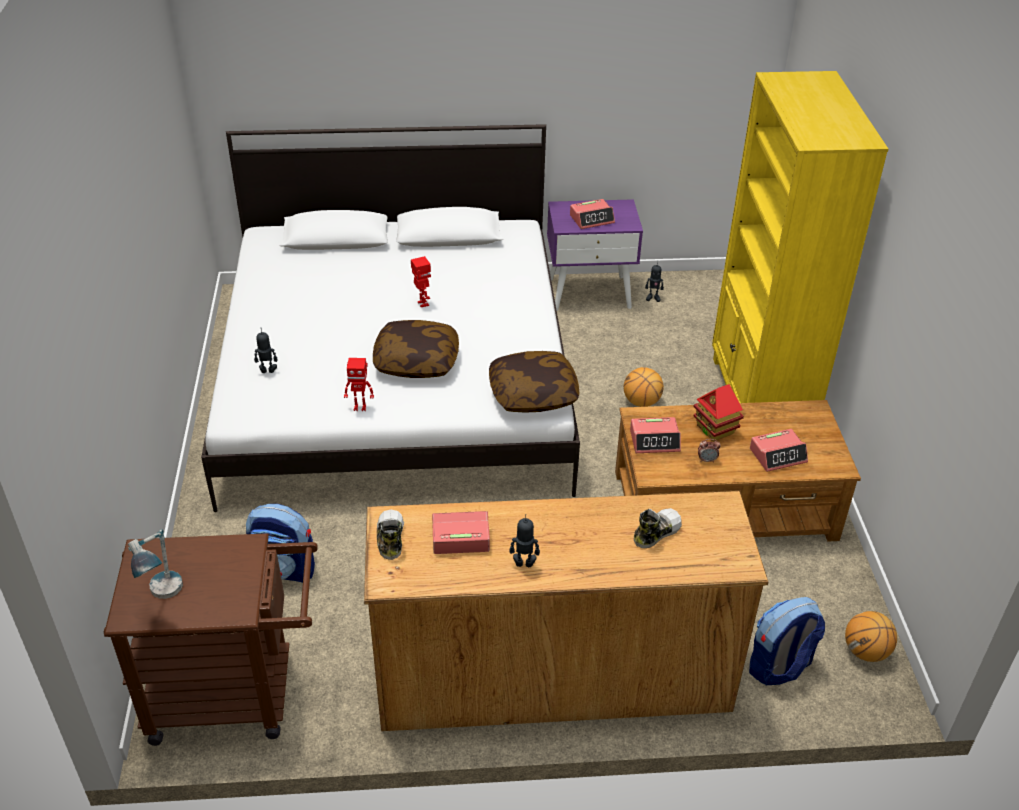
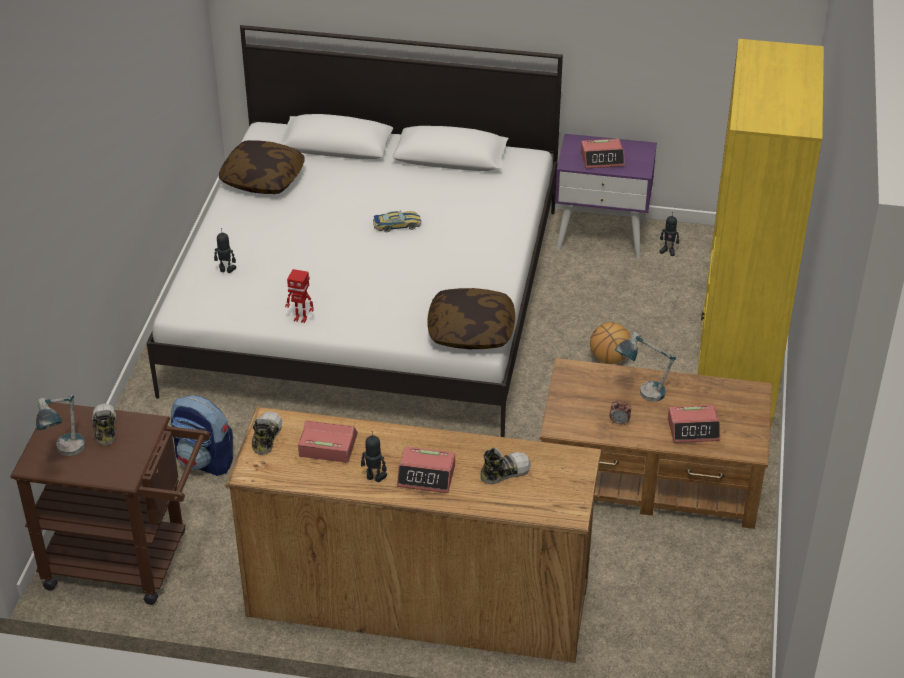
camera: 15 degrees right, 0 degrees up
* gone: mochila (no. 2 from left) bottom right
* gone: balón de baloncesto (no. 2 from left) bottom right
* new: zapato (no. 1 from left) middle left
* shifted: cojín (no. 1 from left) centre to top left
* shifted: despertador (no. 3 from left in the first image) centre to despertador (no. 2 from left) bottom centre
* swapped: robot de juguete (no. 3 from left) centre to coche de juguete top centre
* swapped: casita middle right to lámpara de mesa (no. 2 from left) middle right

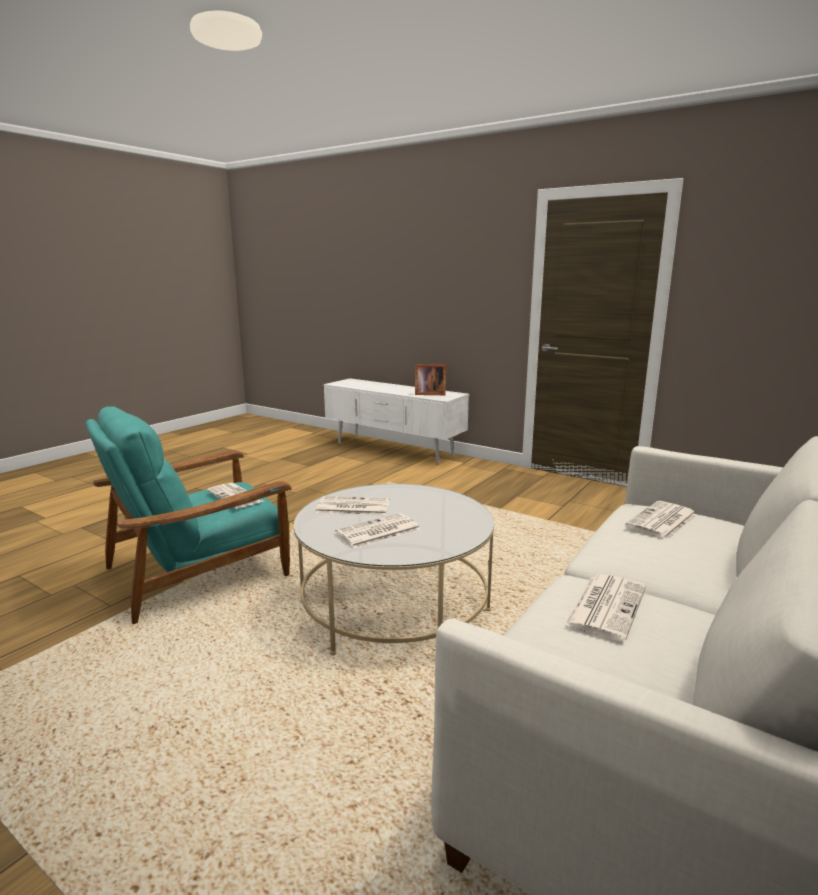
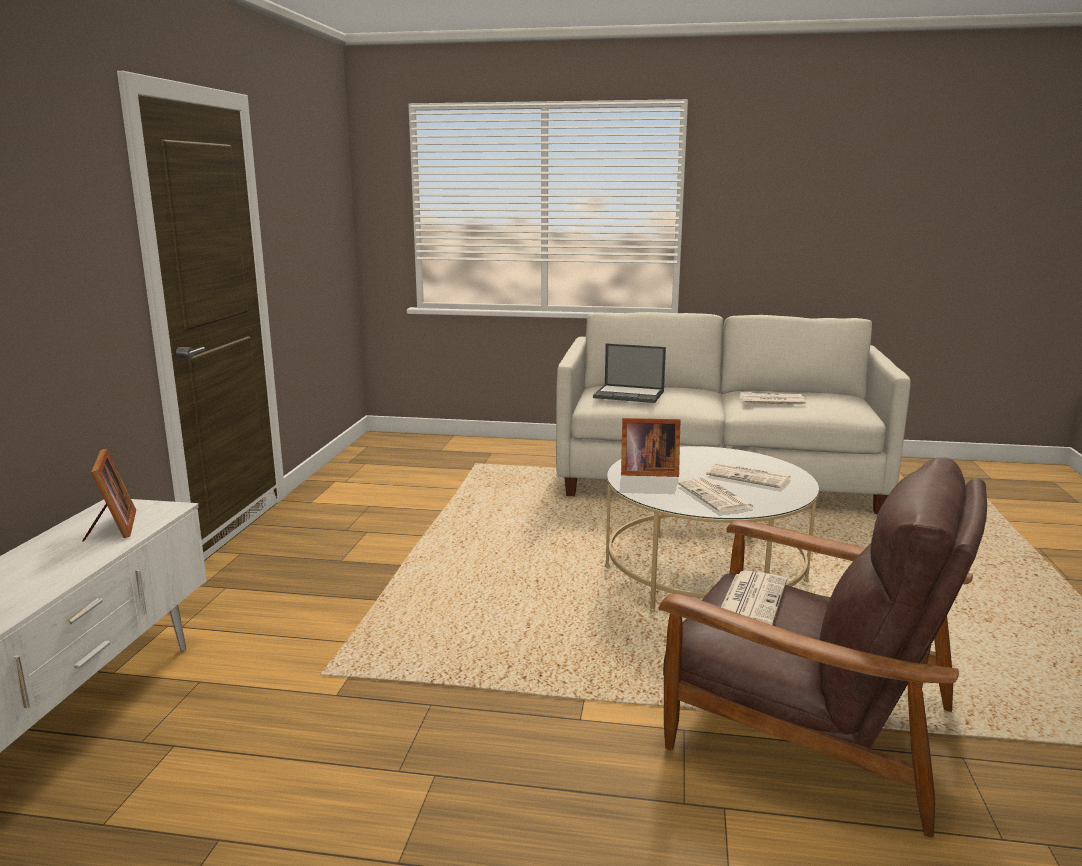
camera: 115 degrees left, 0 degrees up
* new: portarretratos (no. 2 from left) centre
* swapped: periódico (no. 5 from left) middle right to portátil centre
* repainted: sillón [turquesa] middle left to sillón [marrón] bottom right

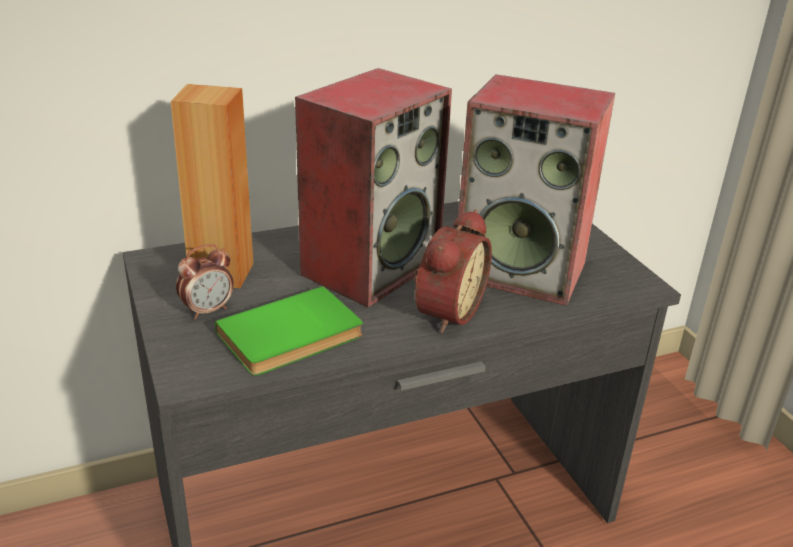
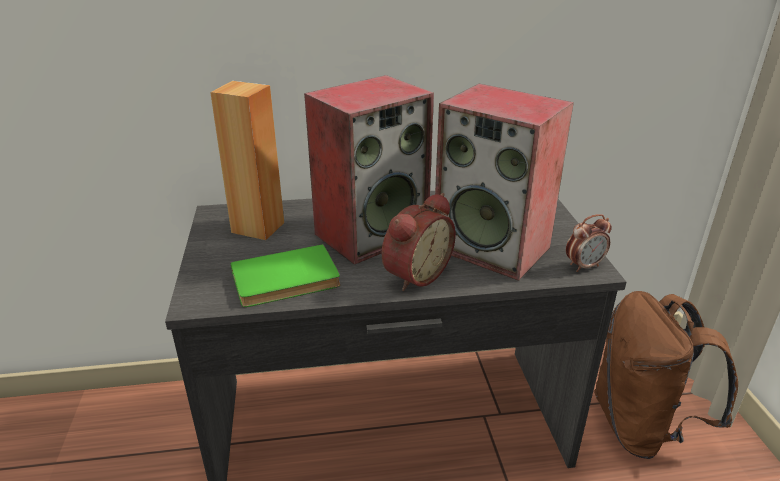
camera: 15 degrees right, 0 degrees up
* new: mochila [marrón] bottom right
* shifted: despertador (no. 1 from left in the first image) middle left to despertador (no. 2 from left) middle right

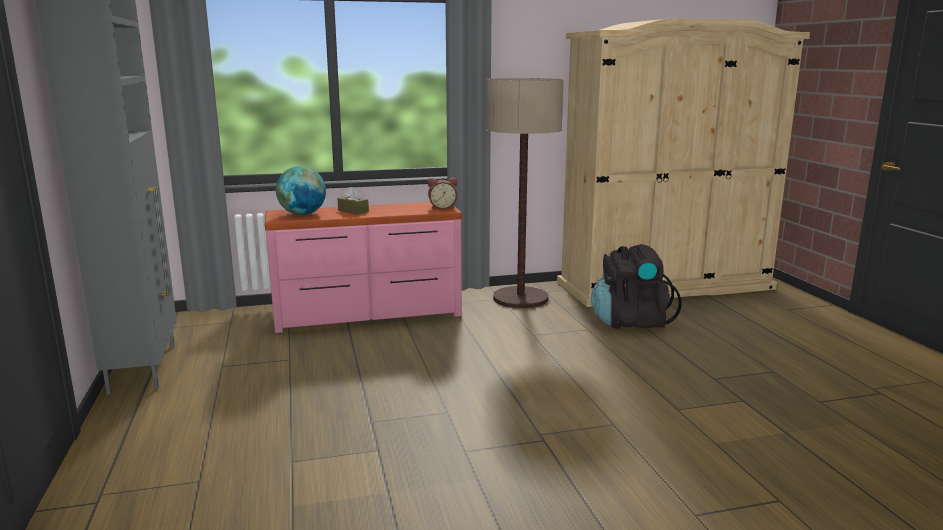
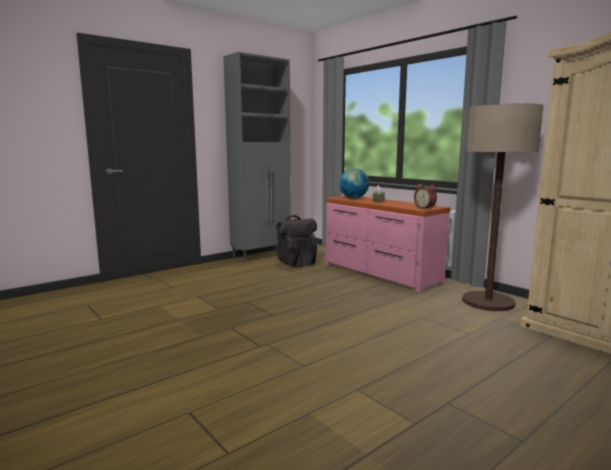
camera: 65 degrees right, 5 degrees down
* shifted: mochila [negro] middle right to centre

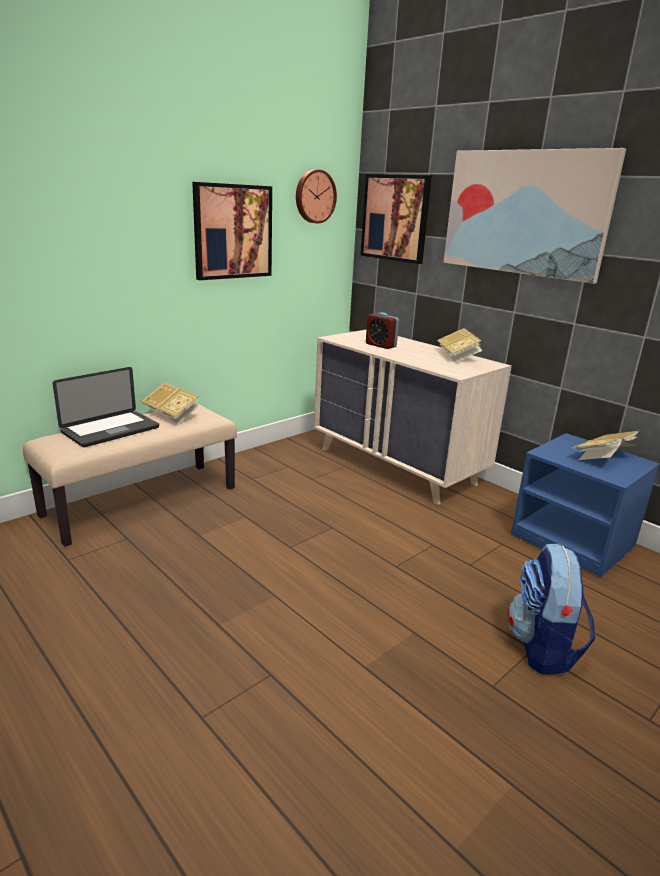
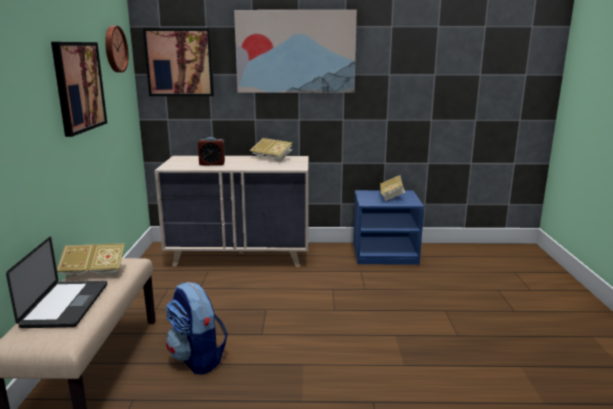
camera: 45 degrees left, 5 degrees down
* shifted: mochila bottom right to bottom left

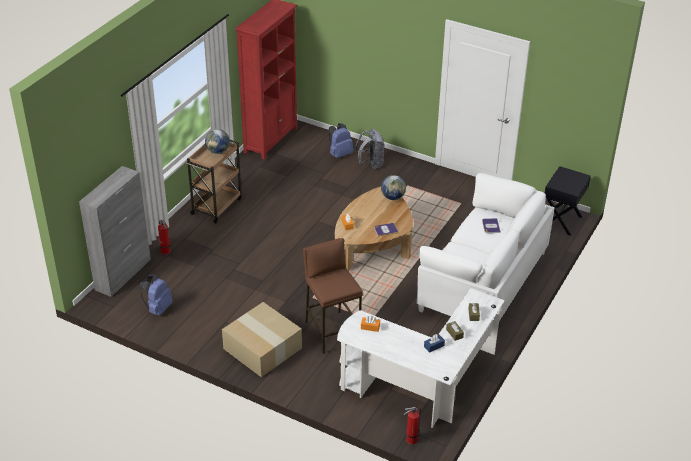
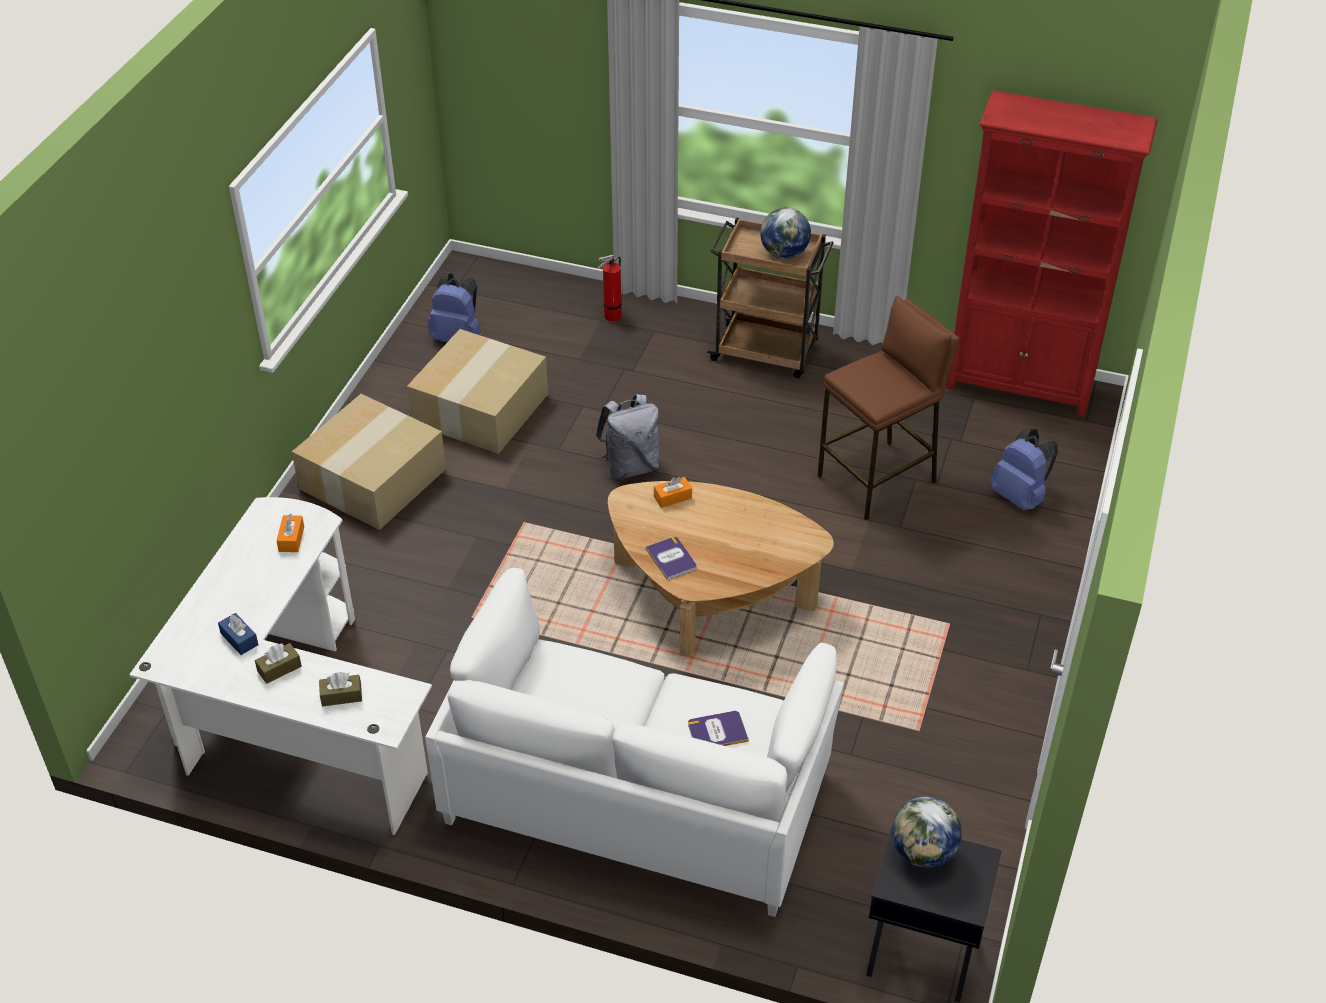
camera: 80 degrees right, 5 degrees up
* gone: armario [gris] middle left
* gone: extintor (no. 2 from left) bottom centre
* new: caja de cartón (no. 2 from left) centre
* shifted: taburete [marrón] centre to middle right
* shifted: mochila [gris] top centre to centre
* shifted: globo terráqueo (no. 2 from left) centre to bottom right

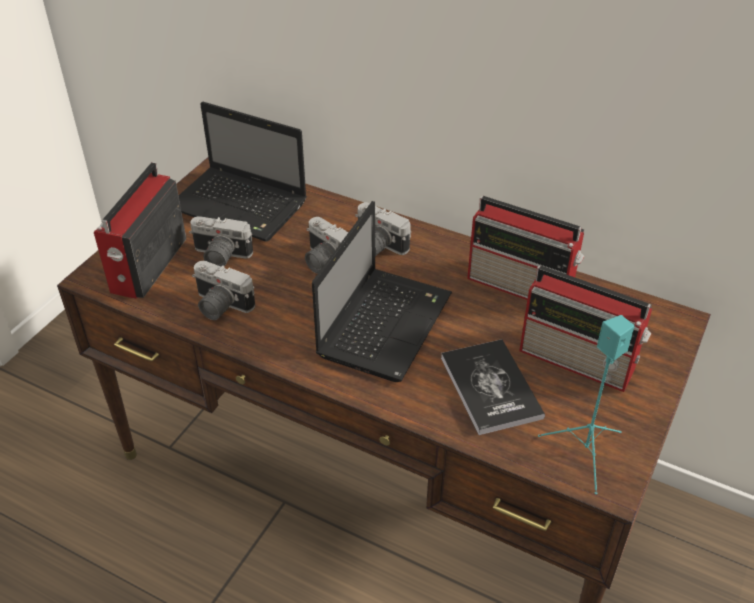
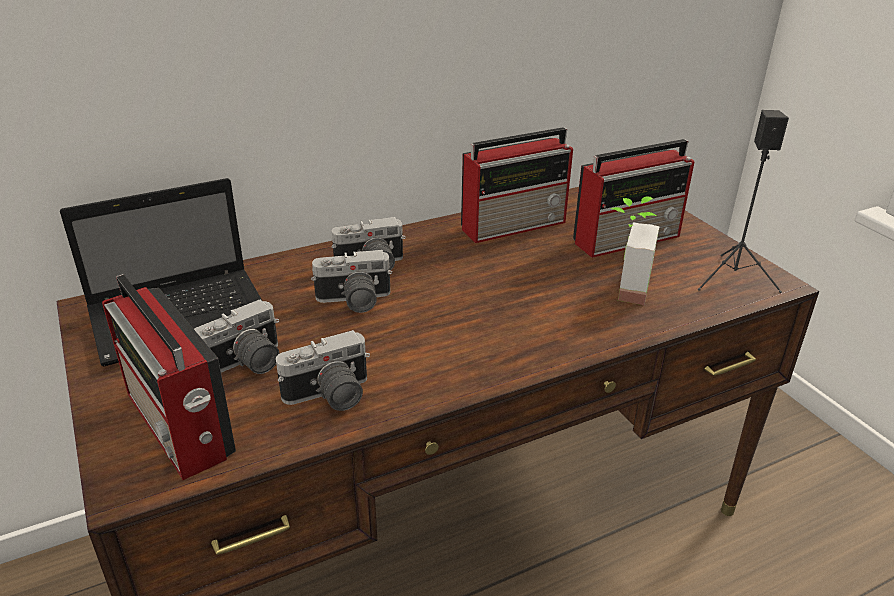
camera: 55 degrees left, 10 degrees down
* gone: portátil (no. 2 from left) centre
* swapped: libro centre to planta en maceta middle right
* repainted: altavoz [turquesa] bottom right to altavoz [negro] middle right

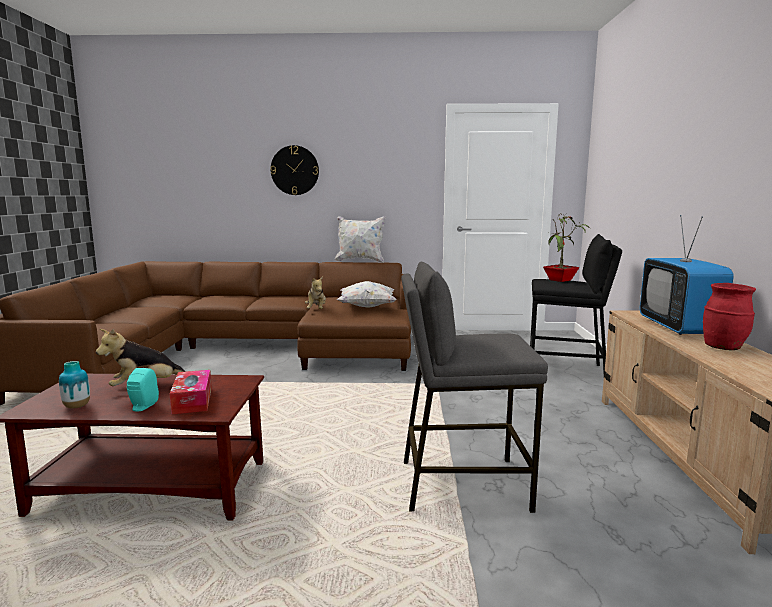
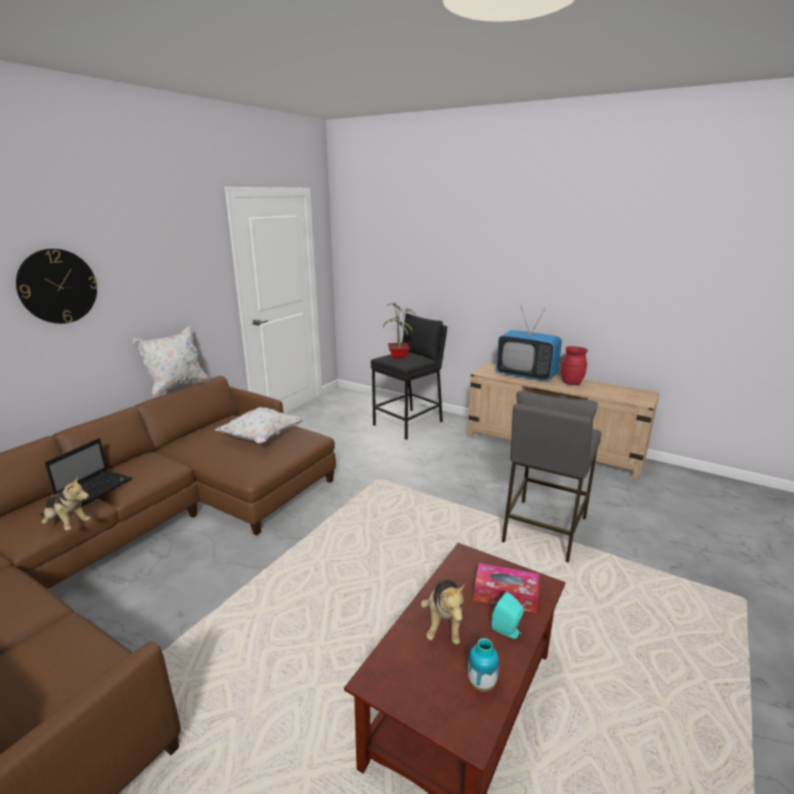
camera: 60 degrees left, 10 degrees up
* new: portátil middle left
* shifted: peluche (no. 2 from left in the first image) centre to peluche (no. 1 from left) middle left

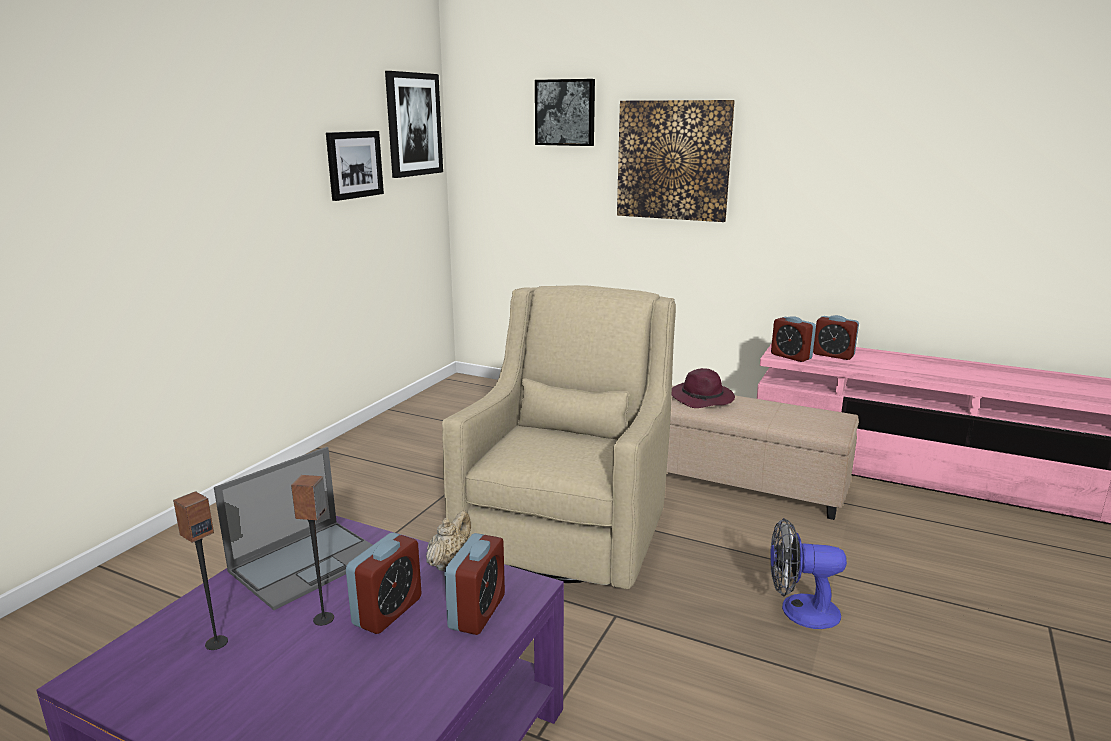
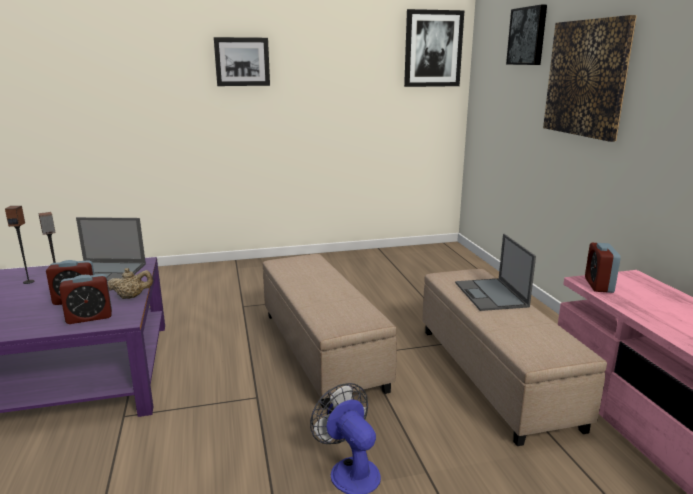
camera: 50 degrees right, 0 degrees up
* gone: despertador (no. 4 from left) middle right
* shifted: cuadro (no. 1 from left) top left to top centre
* swapped: sillón [beis] centre to puf [beis] (no. 1 from left) bottom centre
* swapped: sombrero [morado] centre to portátil (no. 2 from left) middle right

